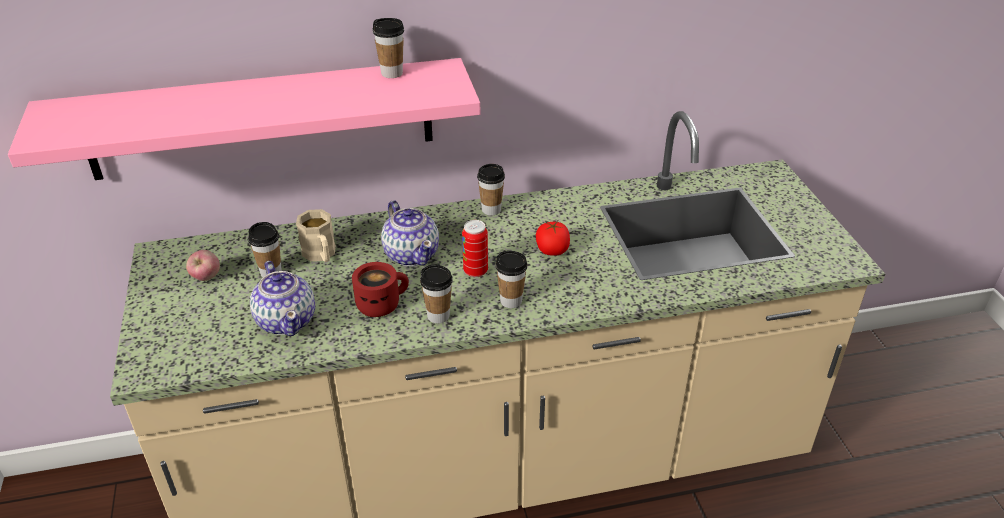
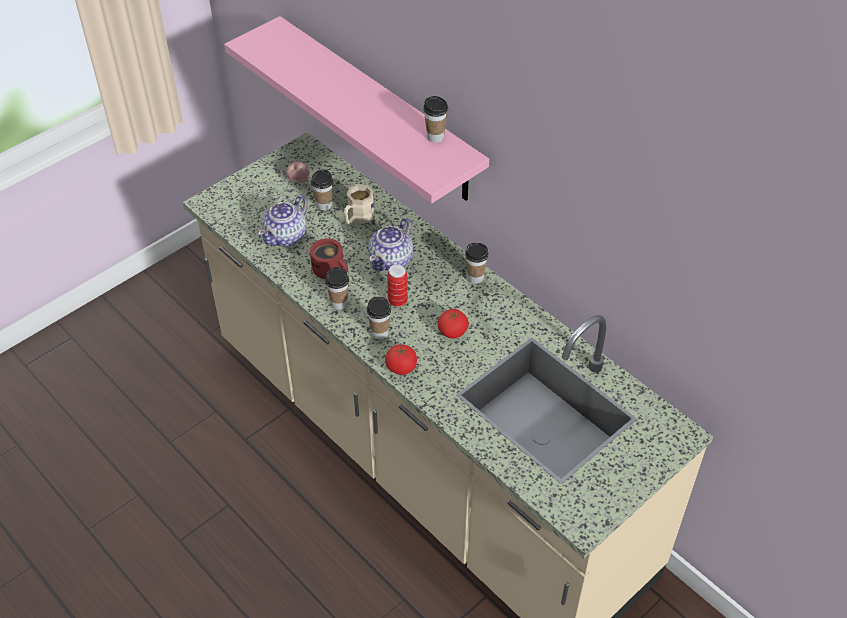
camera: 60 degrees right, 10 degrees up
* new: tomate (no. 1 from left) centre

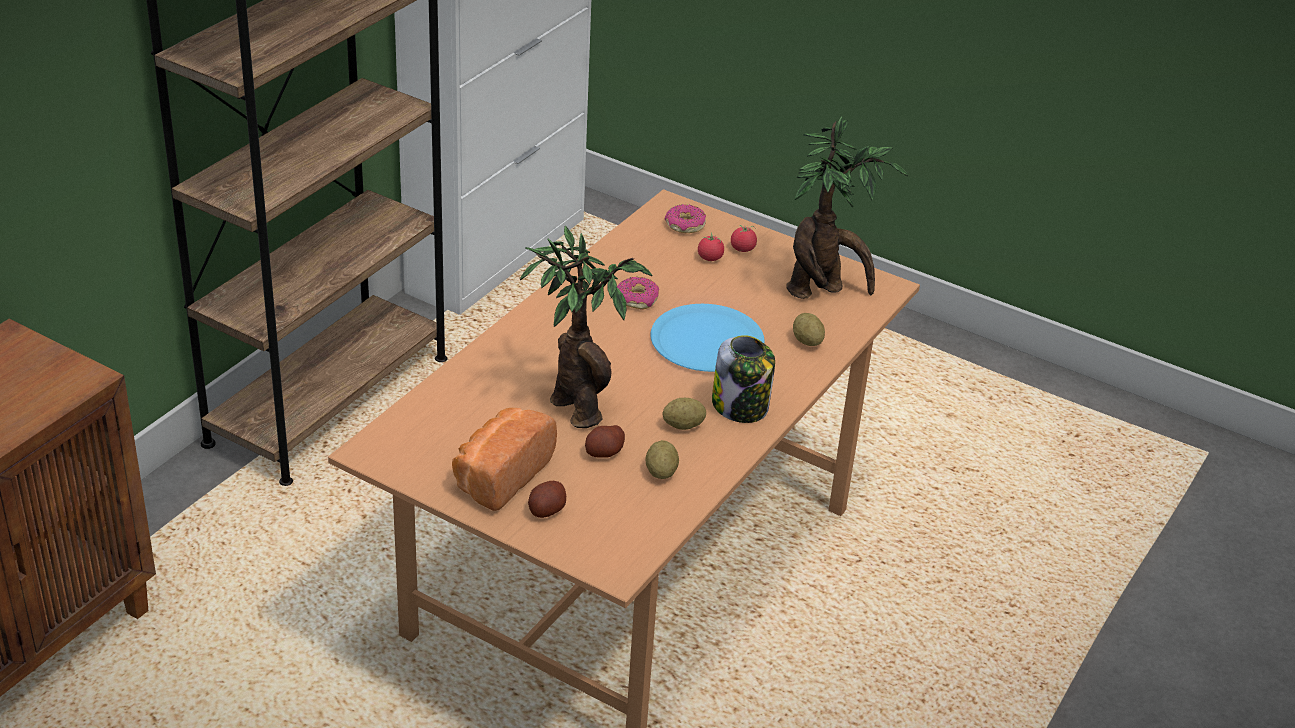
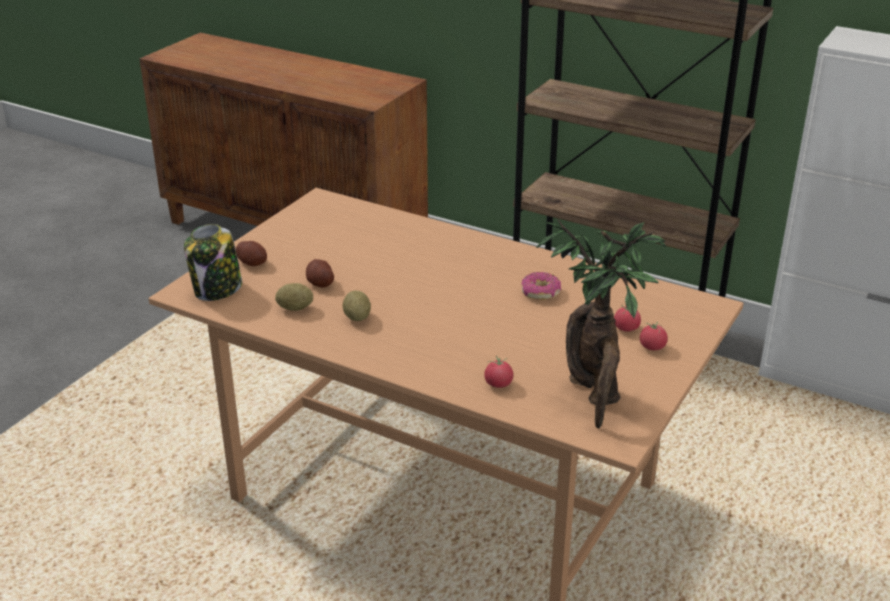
camera: 90 degrees right, 5 degrees down
* gone: pan centre
* gone: planta en maceta (no. 1 from left) centre
* gone: plato [azul] centre
* gone: rosquilla (no. 2 from left) top centre
* shifted: tarro centre to middle left
* swapped: patata (no. 5 from left) centre to tomate (no. 1 from left) centre

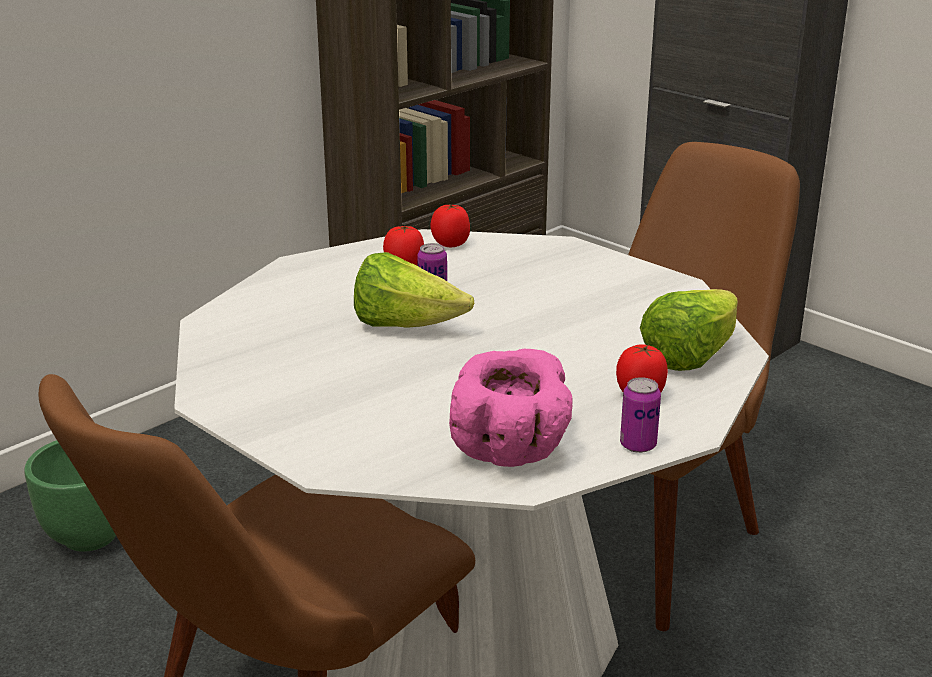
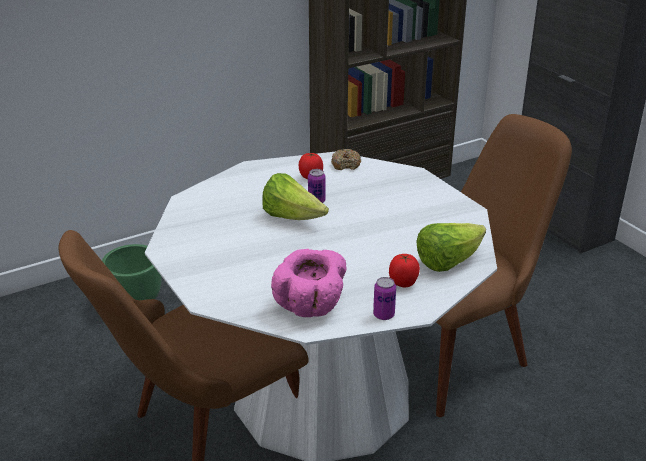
camera: 15 degrees right, 5 degrees up
* swapped: tomate (no. 2 from left) top centre to rosquilla centre

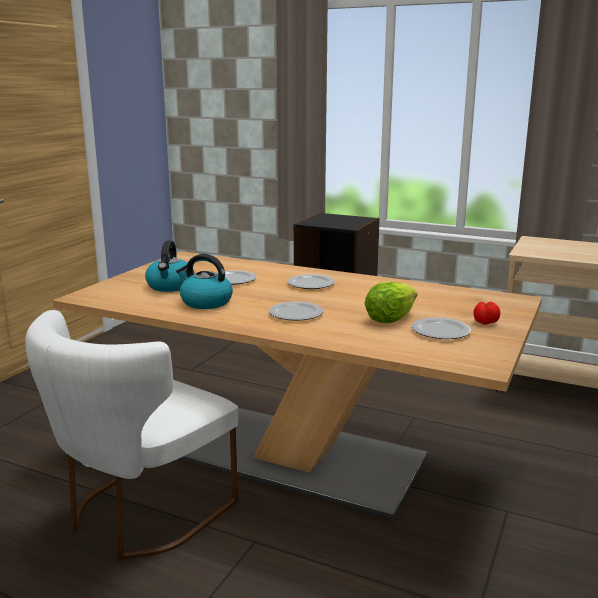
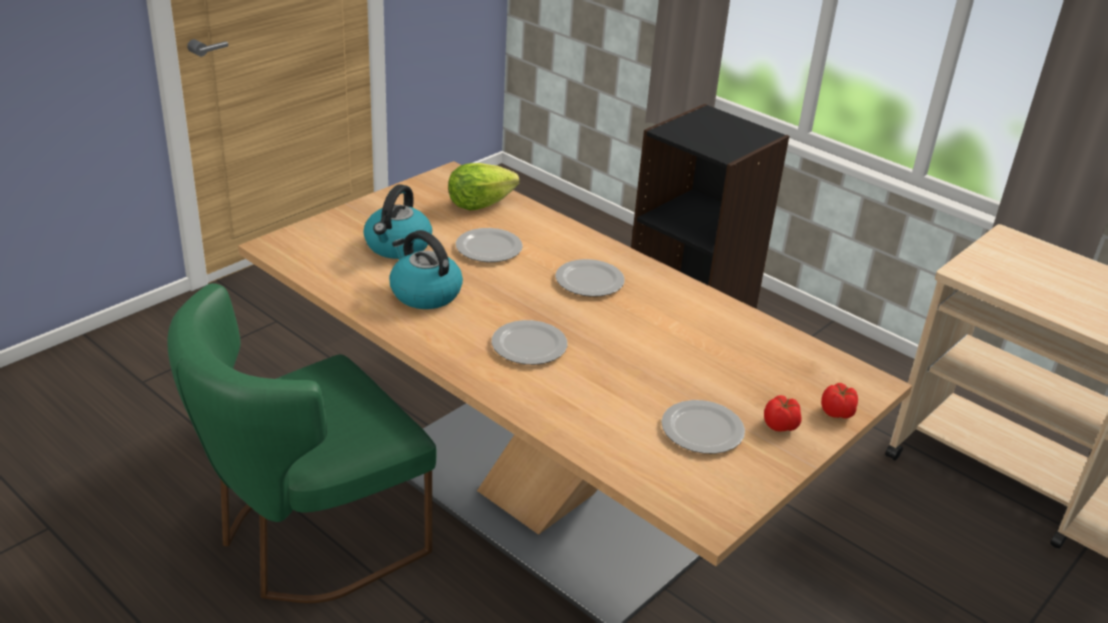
camera: 15 degrees right, 15 degrees up
* new: tomate (no. 2 from left) middle right
* shifted: lechuga centre to top centre
* repainted: silla [blanco] bottom left to silla [verde] bottom left

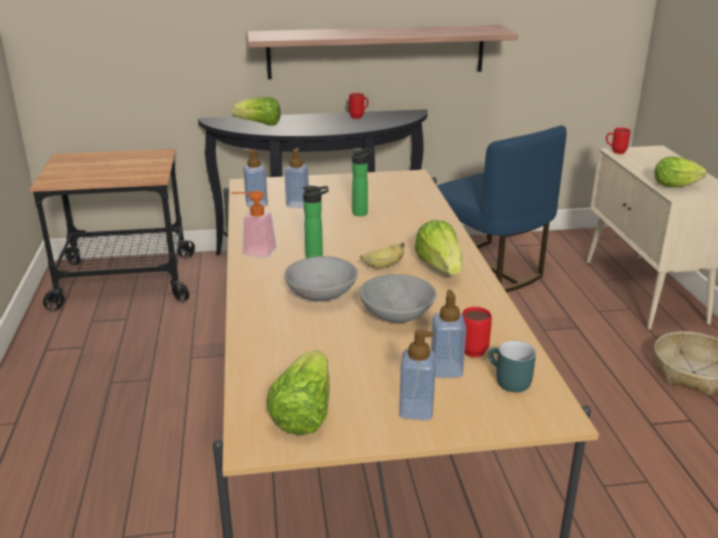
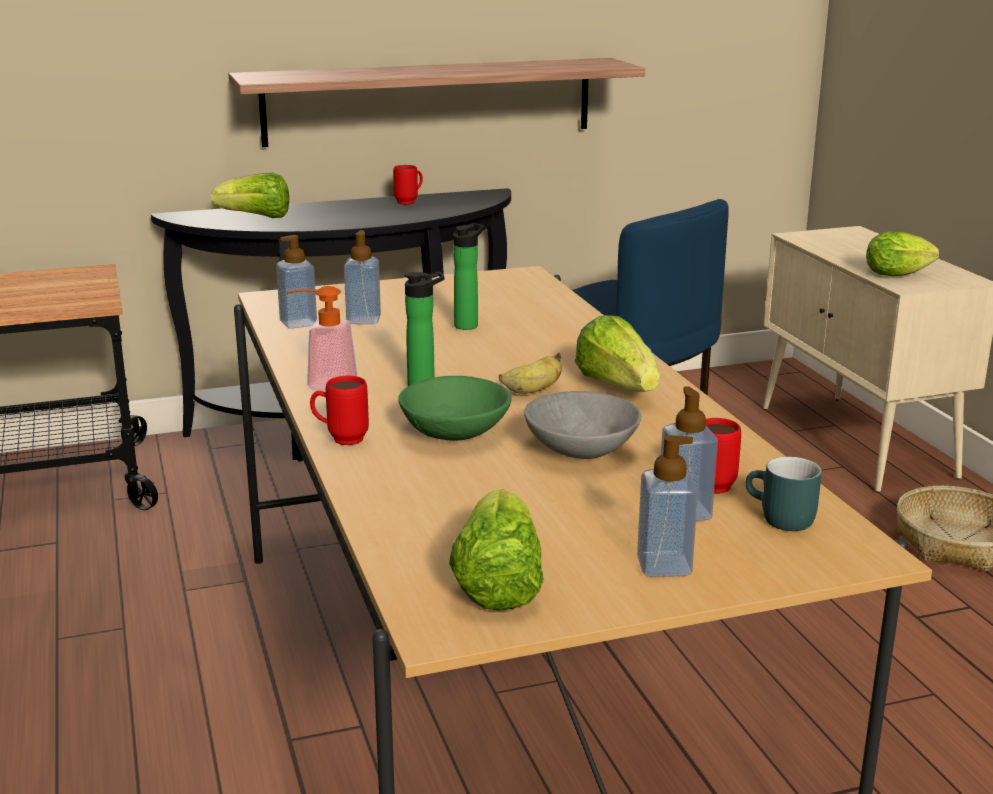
camera: 10 degrees left, 5 degrees down
* shifted: taza grande [rojo] (no. 3 from left in the first image) top right to taza grande [rojo] (no. 1 from left) centre
* repainted: cuenco [gris] (no. 1 from left) centre to cuenco [verde] centre

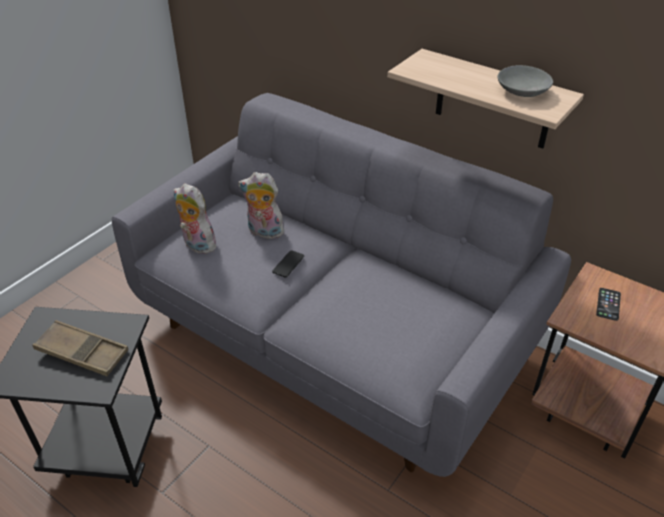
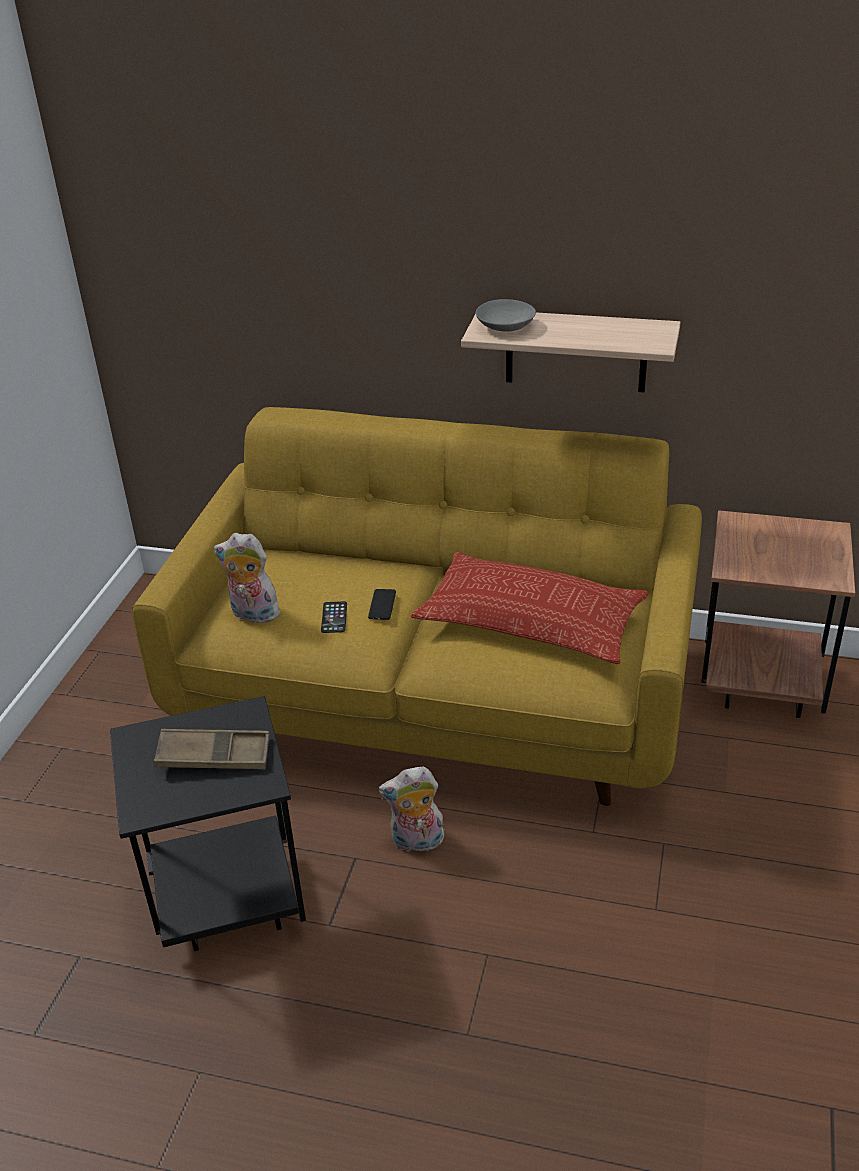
camera: 20 degrees left, 5 degrees down
* new: cojín centre
* shifted: peluche (no. 2 from left) centre to bottom centre
* shifted: cuenco [gris] top right to top centre
* shifted: móvil (no. 2 from left in the first image) middle right to móvil (no. 1 from left) centre
* repainted: sofá [gris] centre to sofá [amarillo] centre

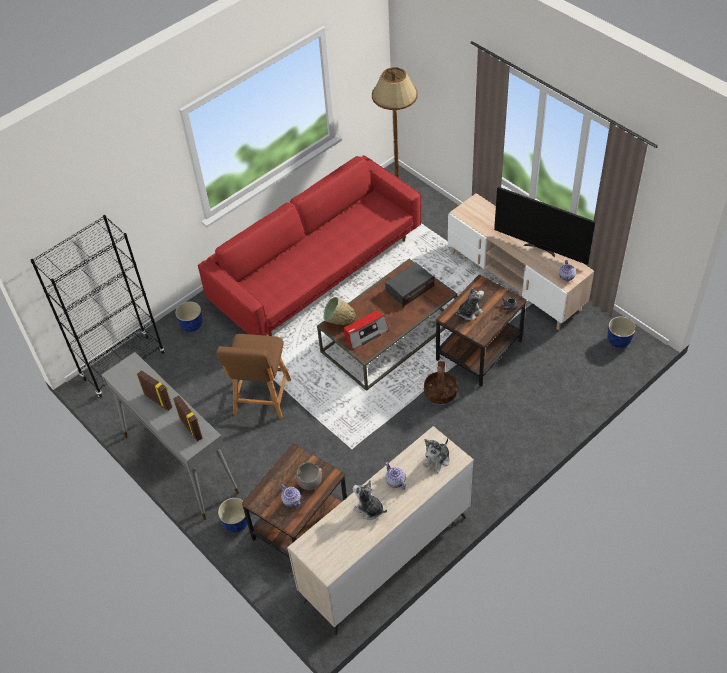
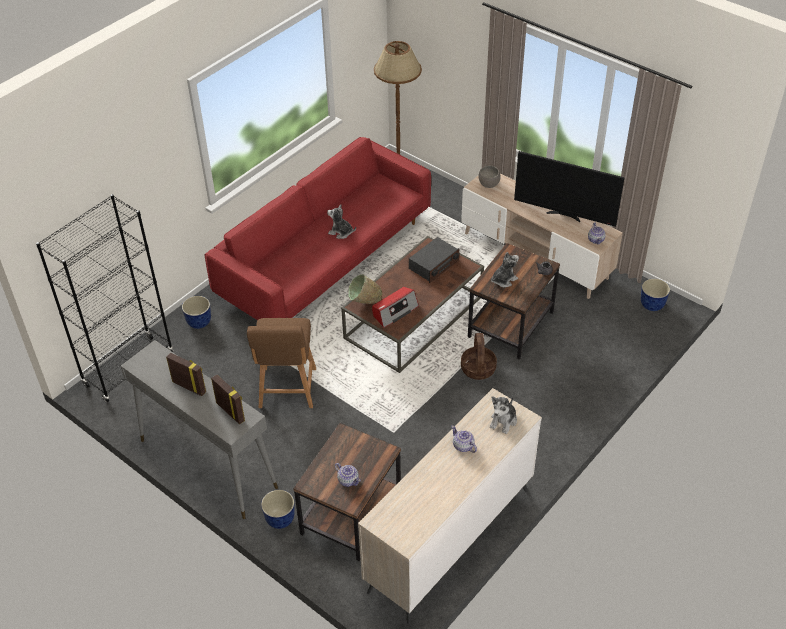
camera: 10 degrees left, 5 degrees down
* shifted: cuenco [gris] bottom centre to top centre
* shifted: peluche (no. 1 from left) bottom centre to centre

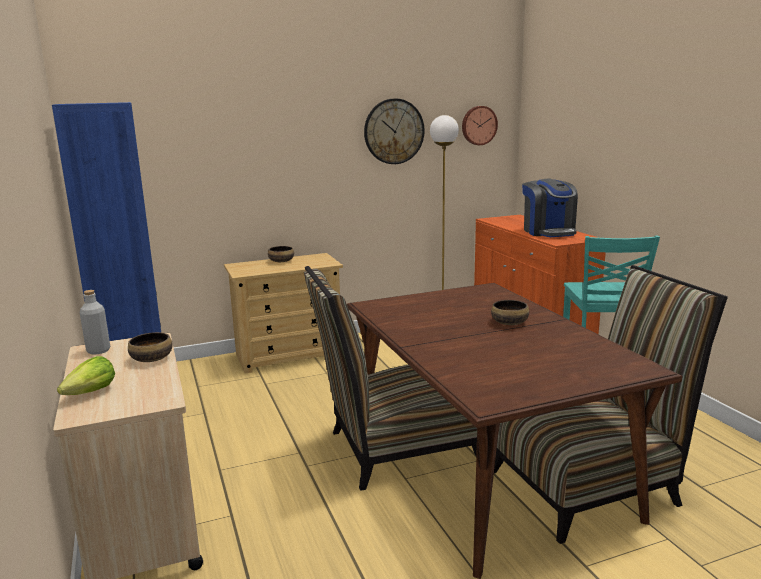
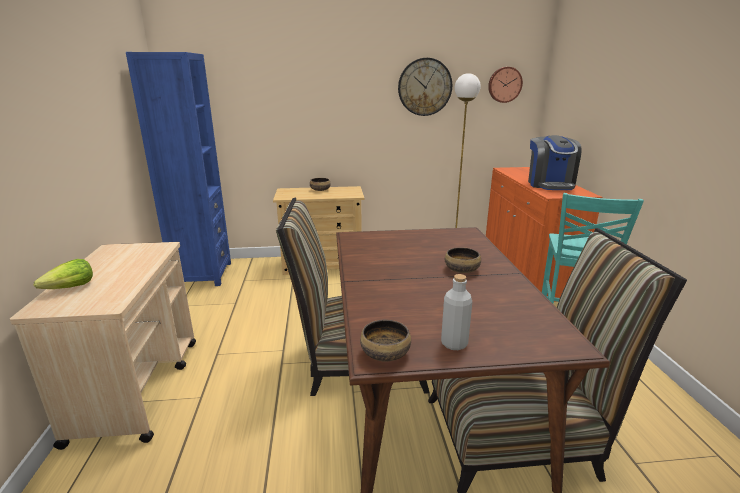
camera: 15 degrees right, 5 degrees up
* shifted: botella [gris] middle left to centre
* shifted: cuenco (no. 1 from left in the first image) middle left to cuenco (no. 2 from left) bottom centre

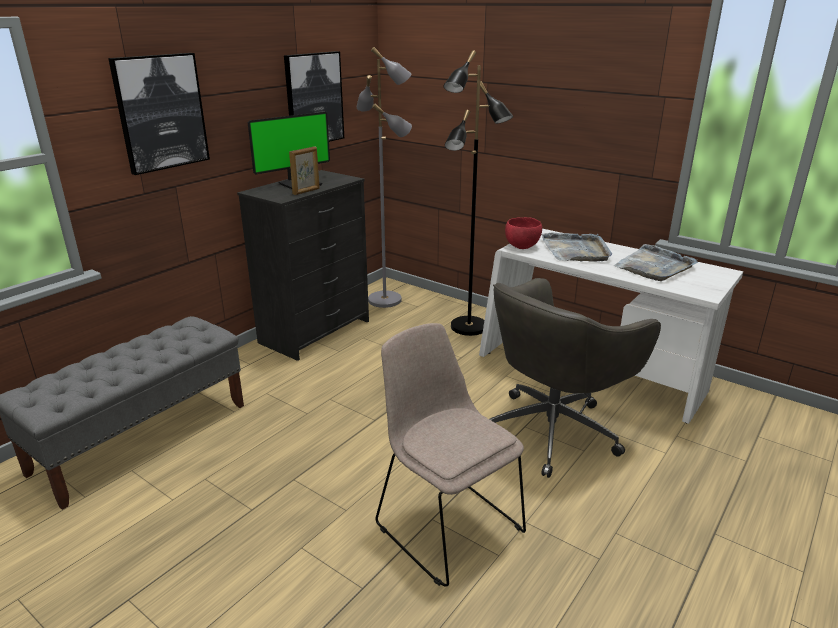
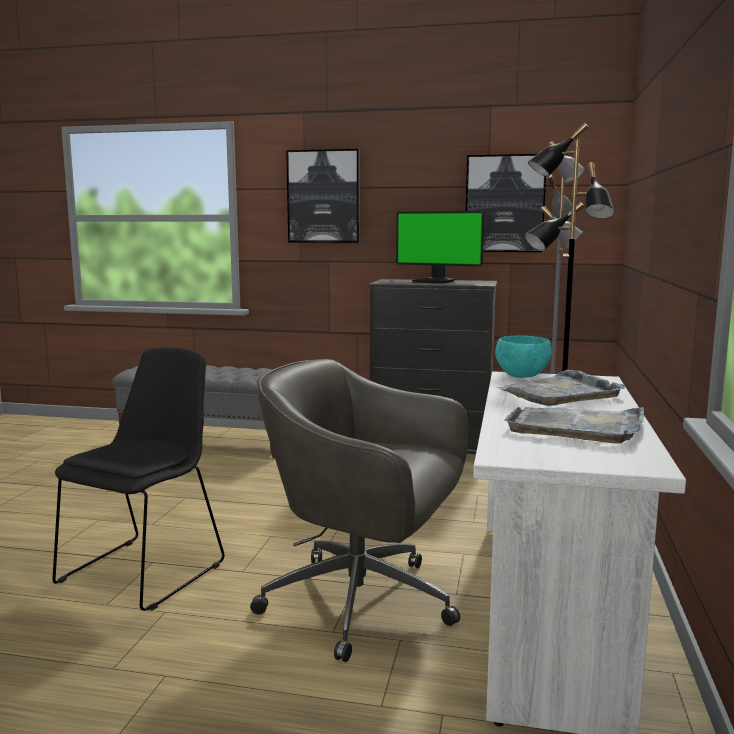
camera: 65 degrees right, 15 degrees down
* gone: portarretratos top centre
* repainted: silla [beis] bottom centre to silla [negro] middle left
* repainted: cuenco [rojo] centre to cuenco [turquesa] middle right

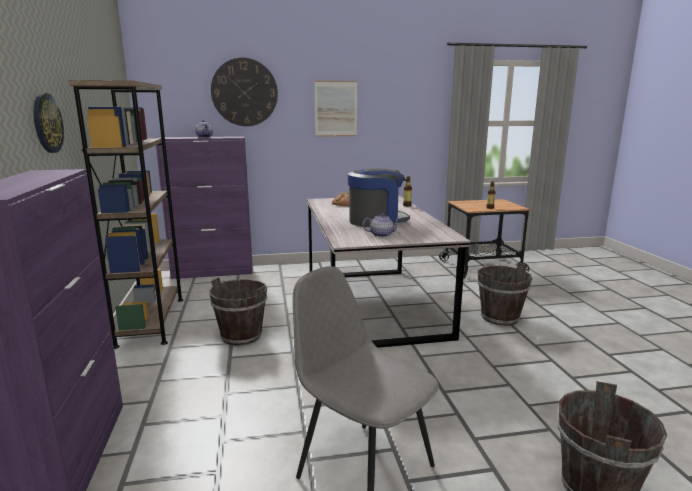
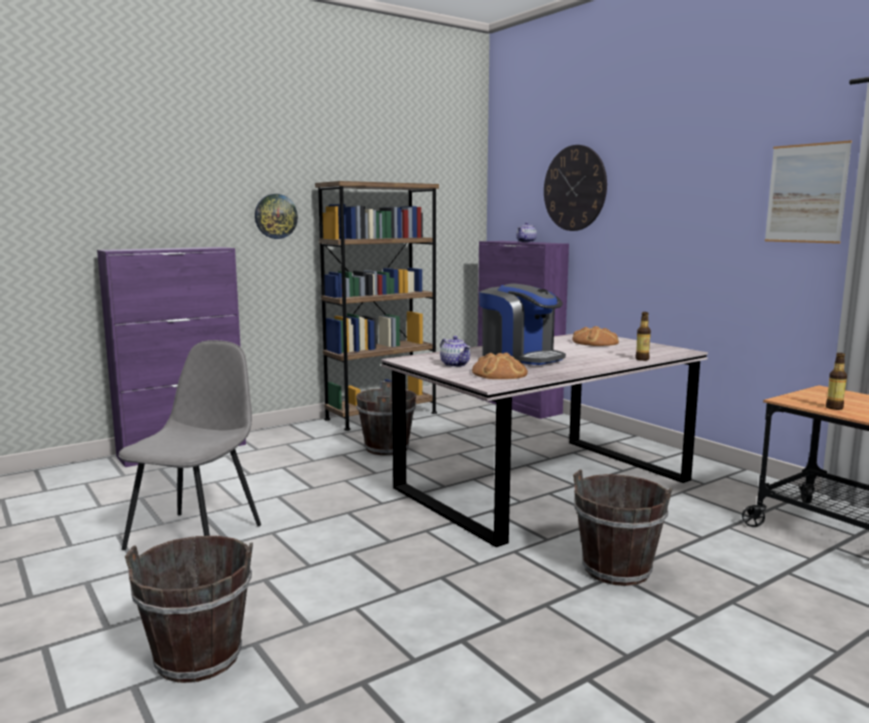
camera: 65 degrees right, 5 degrees down
* new: pan (no. 1 from left) centre
* shifted: cuadro top centre to top right

